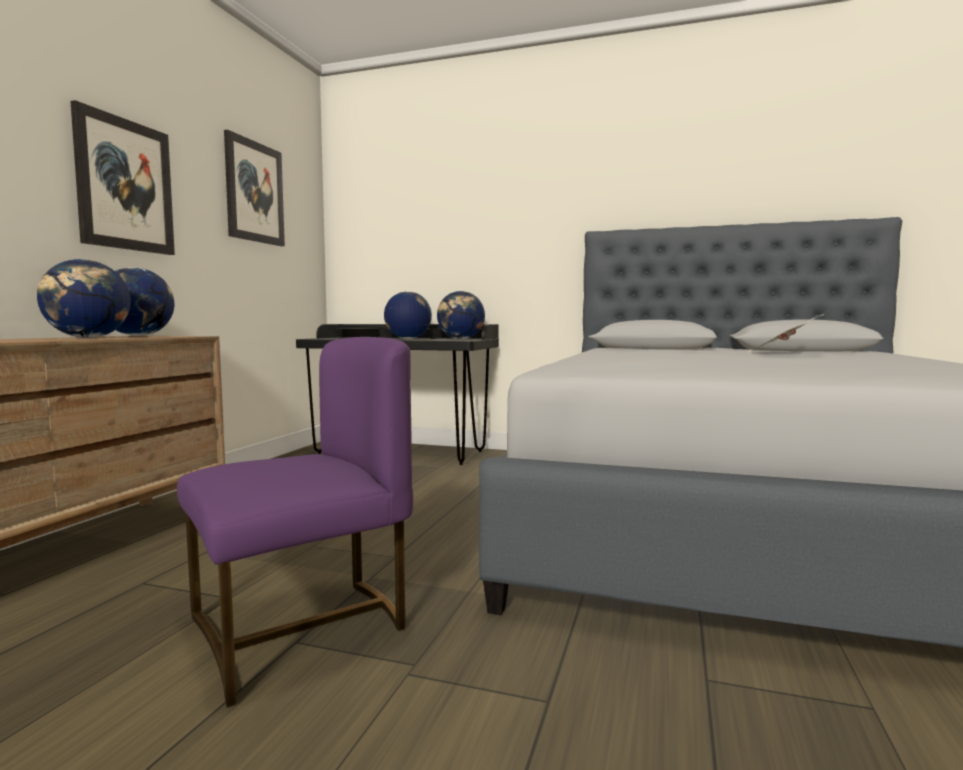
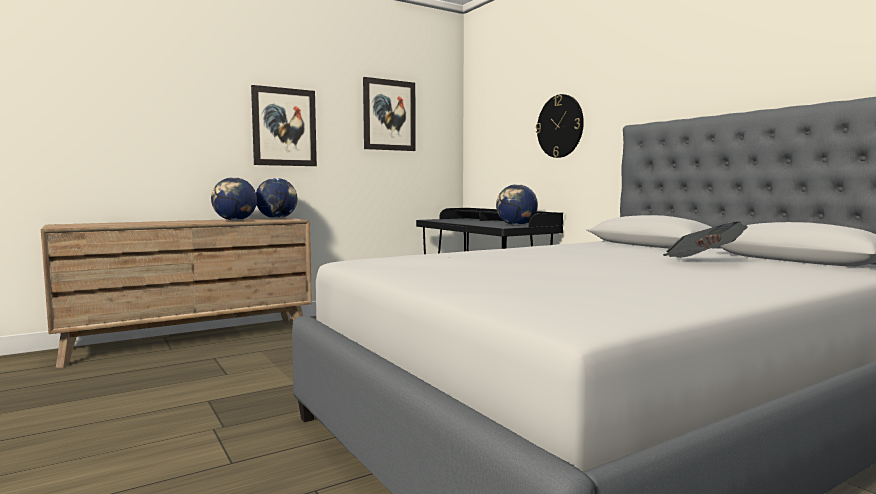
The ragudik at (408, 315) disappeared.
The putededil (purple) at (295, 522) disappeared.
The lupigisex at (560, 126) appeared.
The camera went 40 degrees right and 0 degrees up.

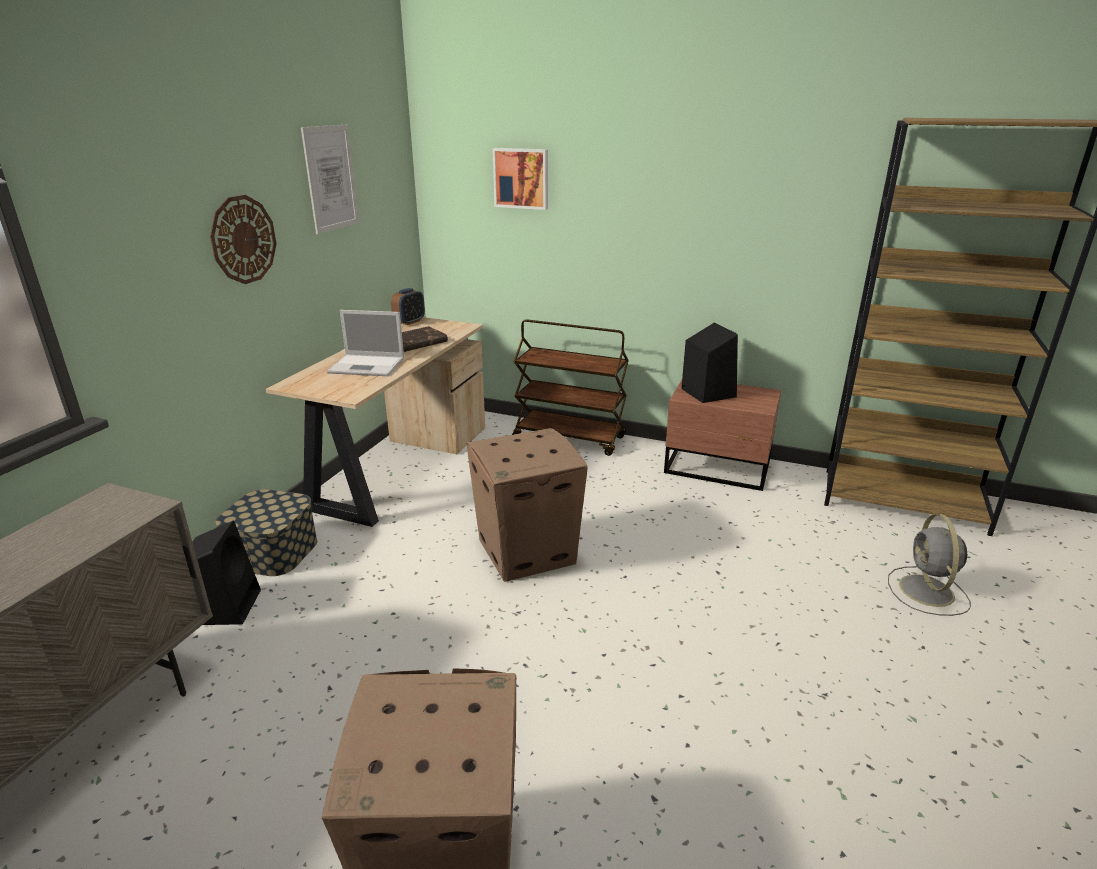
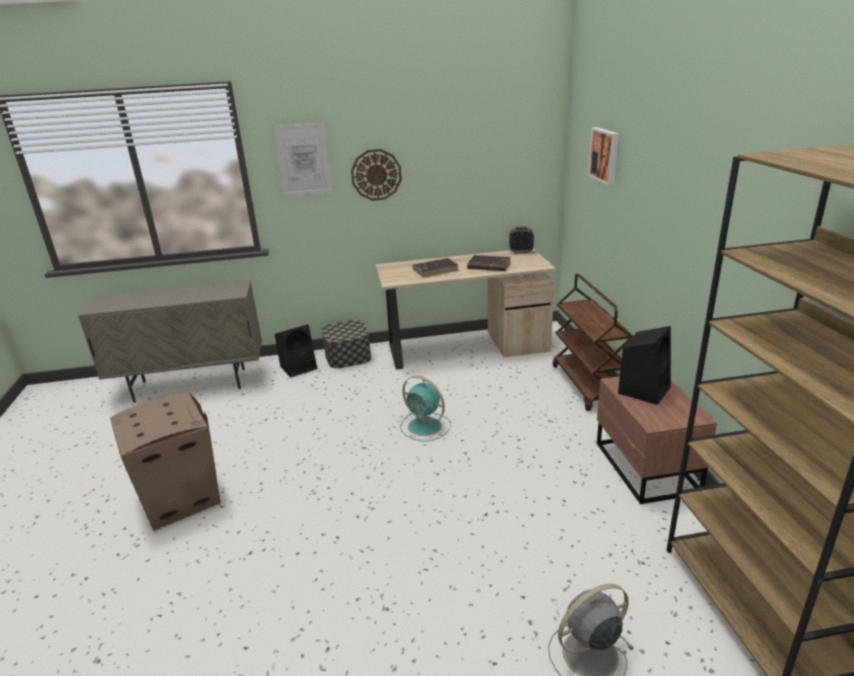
The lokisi moved from (330, 179) to (303, 159).
The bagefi at (365, 343) was replaced by the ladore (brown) at (436, 268).
The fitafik at (527, 505) was replaced by the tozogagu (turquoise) at (425, 408).
The camera went 60 degrees right and 0 degrees up.

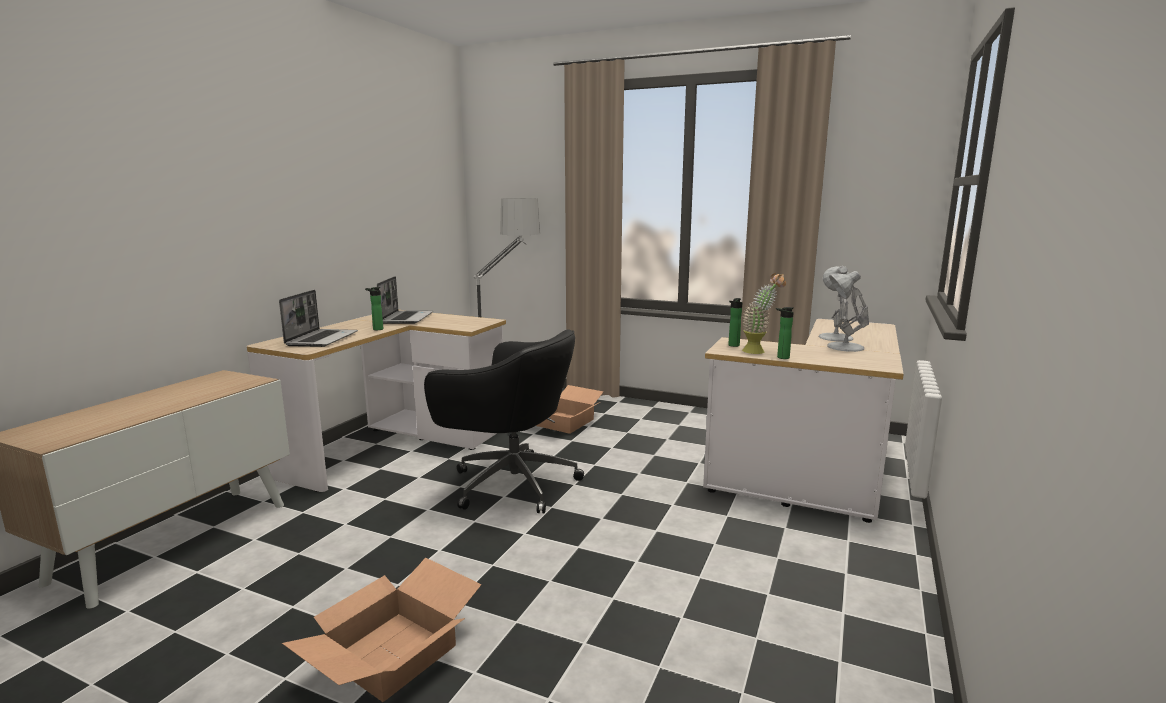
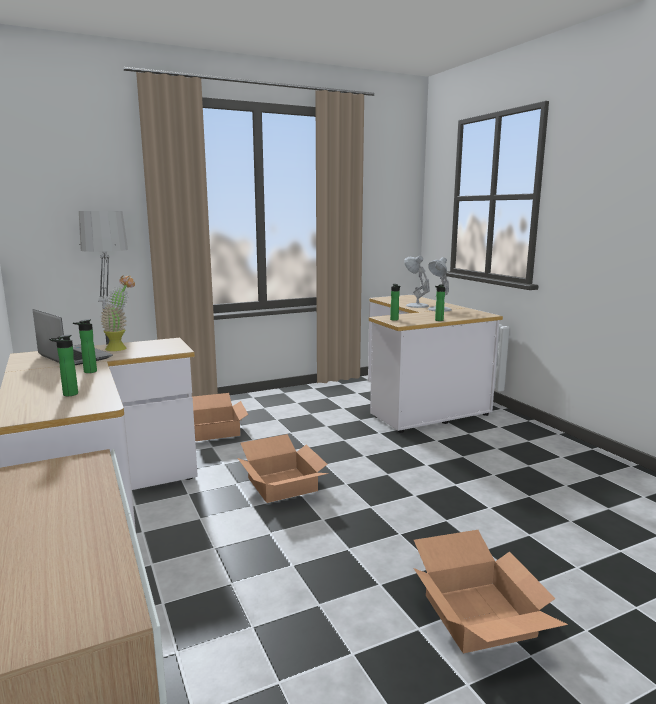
The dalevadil moved from (764, 313) to (118, 313).
The bagefi at (318, 318) was replaced by the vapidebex at (63, 365).
The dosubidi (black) at (504, 421) was replaced by the fitafik at (283, 468).
The camera went 50 degrees left and 0 degrees up.

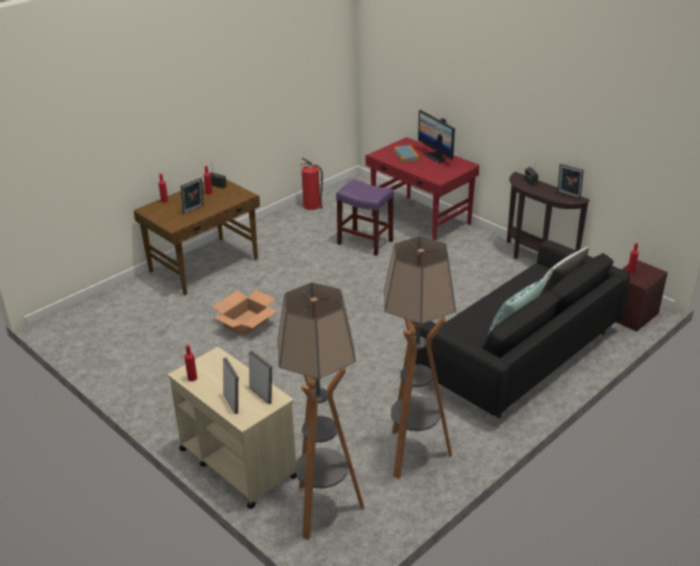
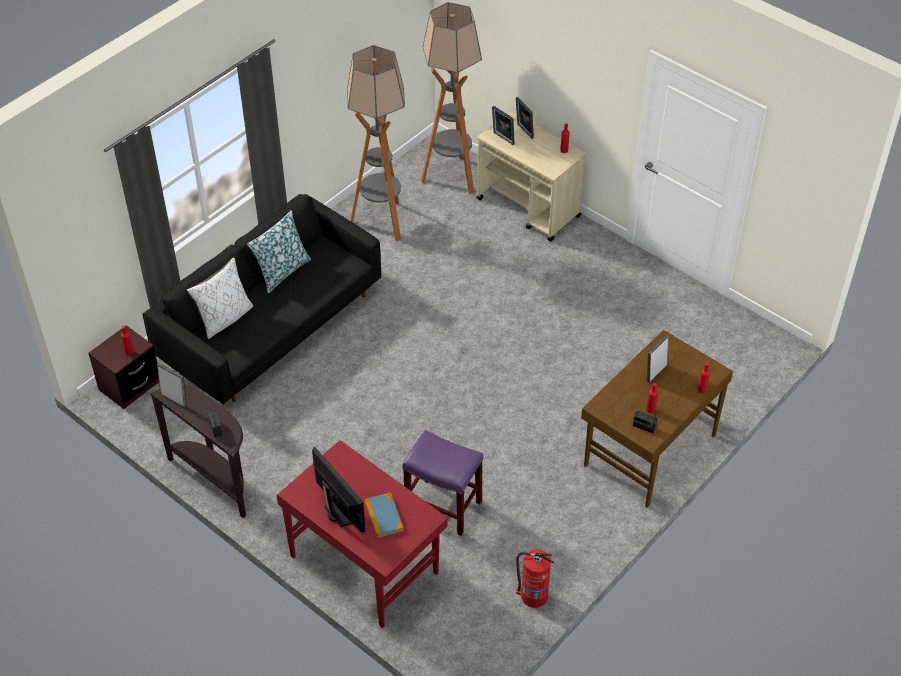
The fitafik at (244, 313) disappeared.
The camera went 175 degrees right and 15 degrees up.

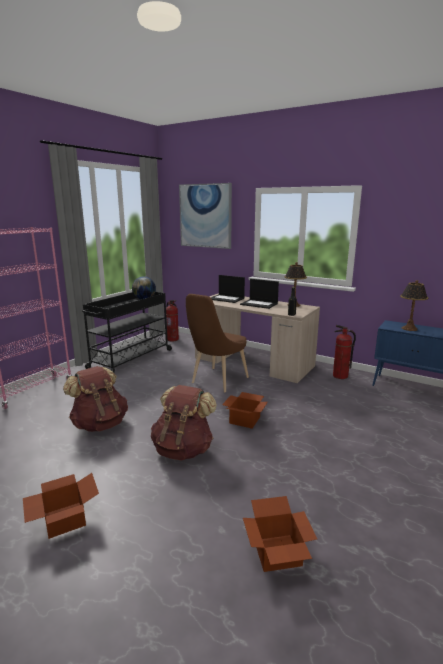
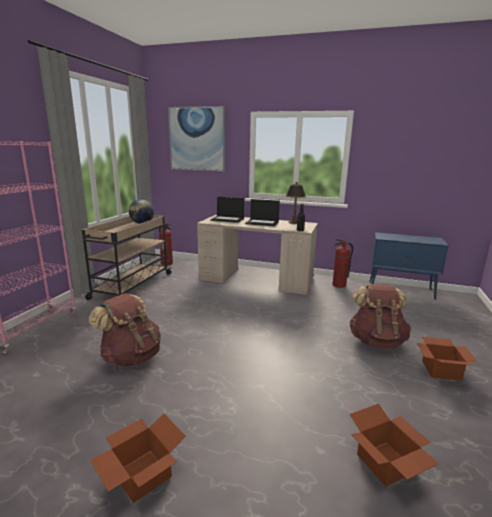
The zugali at (414, 305) disappeared.
The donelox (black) at (127, 332) became the donelox (beige) at (127, 257).
The putededil (brown) at (217, 343) disappeared.
The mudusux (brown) moved from (184, 423) to (380, 316).
The fitafik moved from (245, 410) to (447, 359).
The camera went 15 degrees left and 0 degrees up.

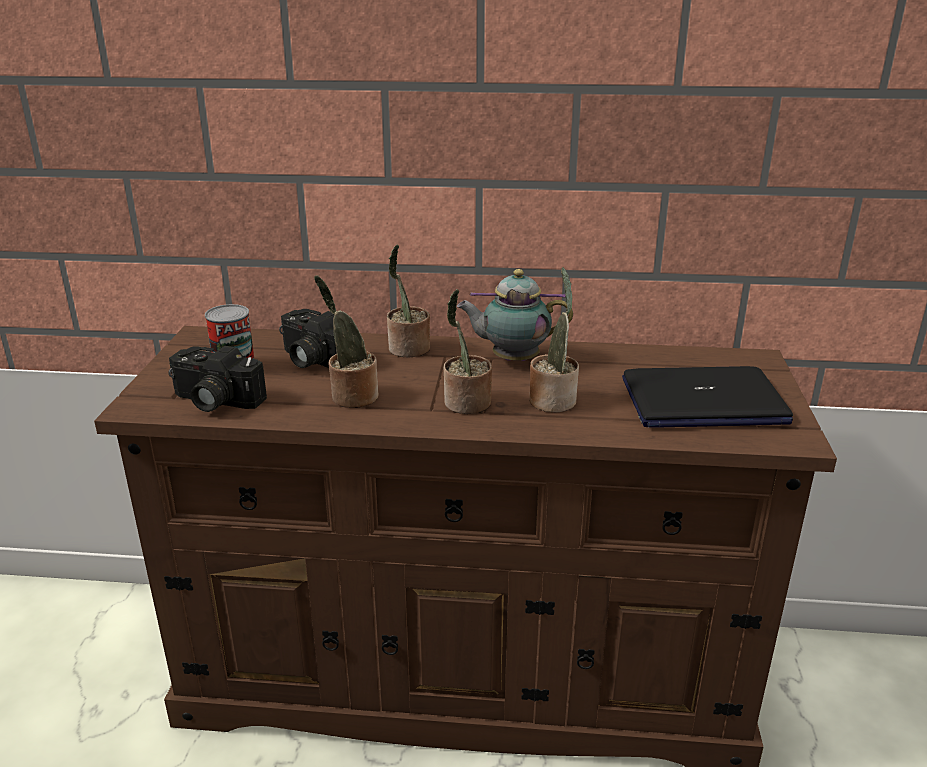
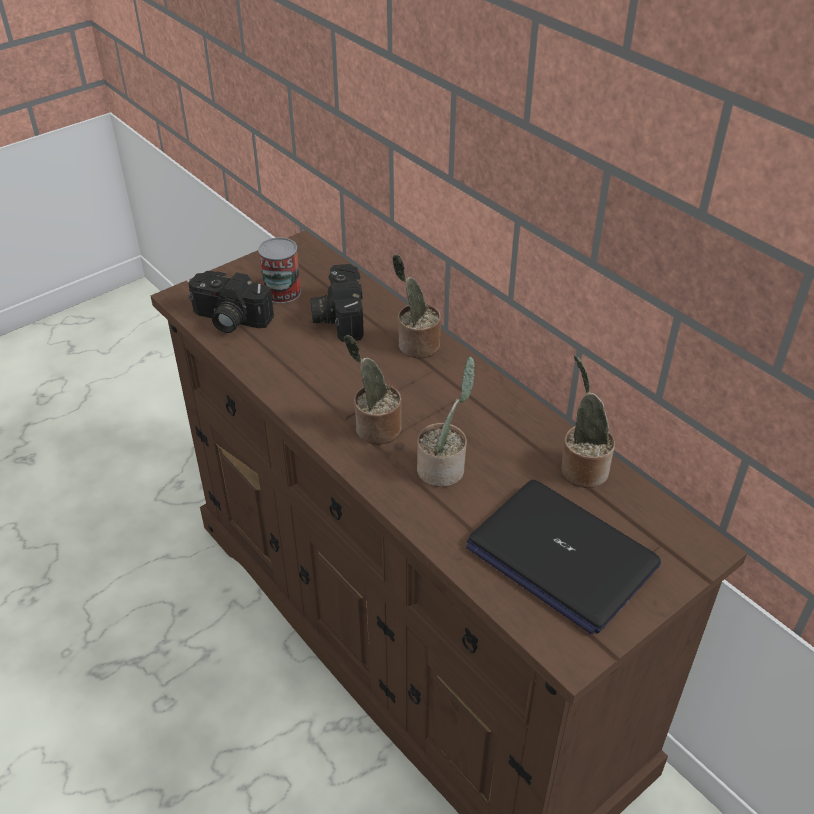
The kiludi at (515, 315) disappeared.
The dalevadil moved from (346, 341) to (588, 421).
The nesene at (218, 379) turned 45 degrees counterclockwise.
The camera went 45 degrees right and 15 degrees up.

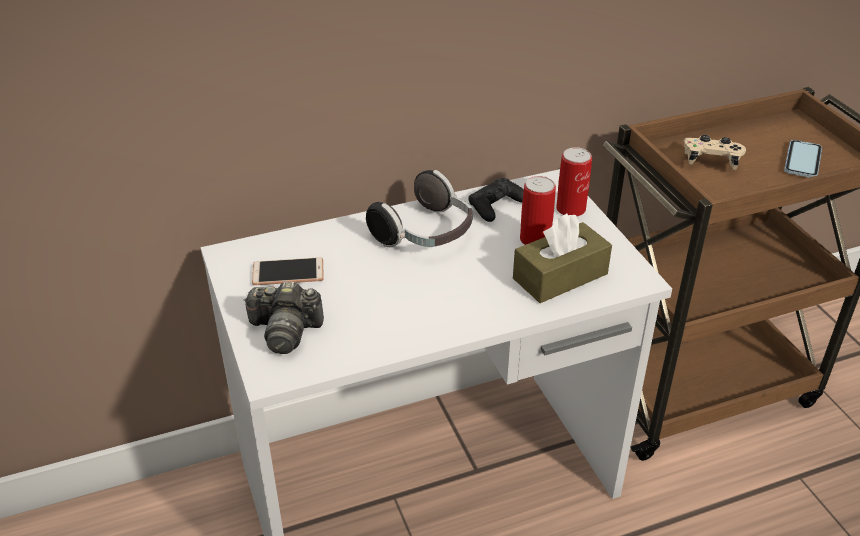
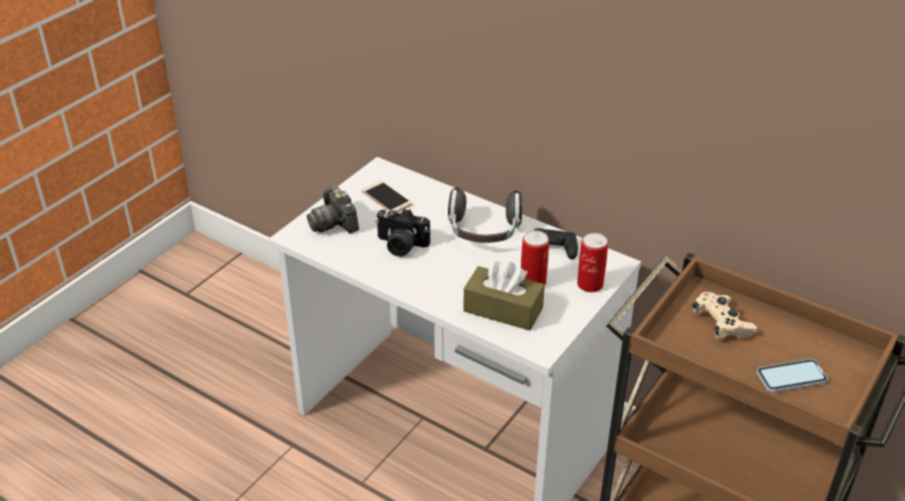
The nesene at (402, 233) appeared.
The camera went 55 degrees right and 0 degrees up.

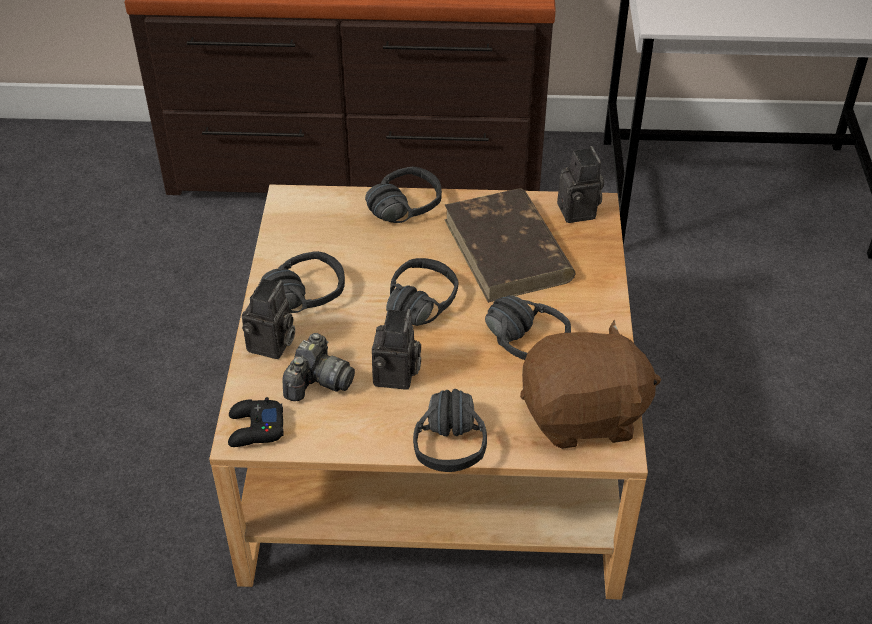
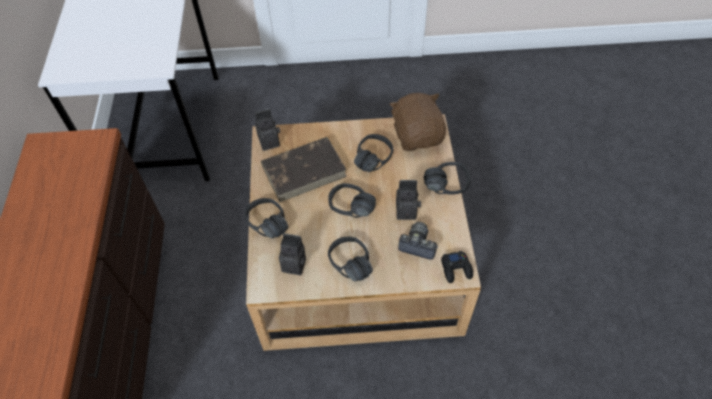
The nesene moved from (268, 319) to (292, 254).
The camera went 95 degrees left and 10 degrees up.

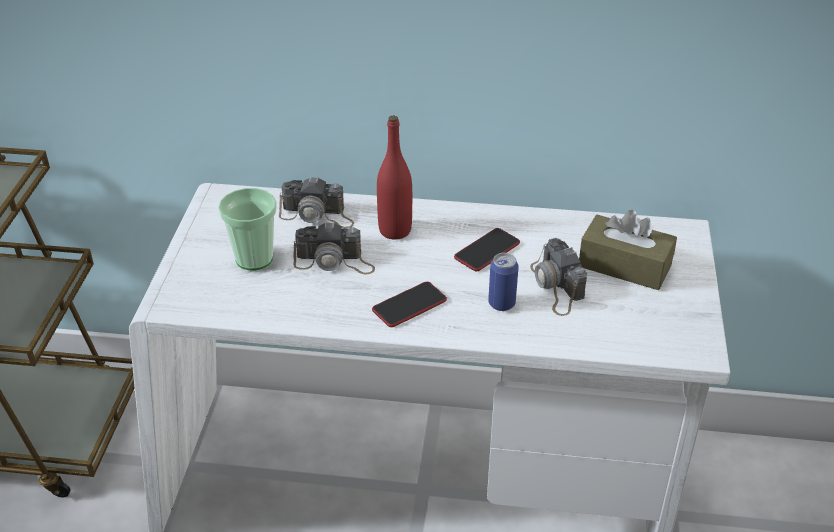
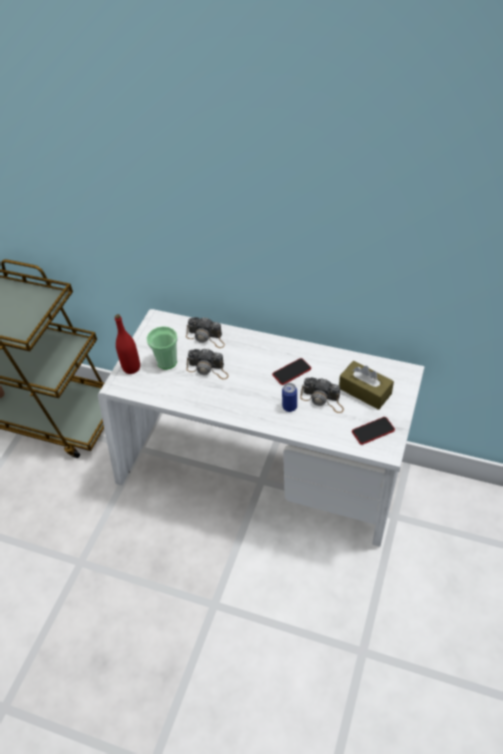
The vapidebex (red) moved from (394, 177) to (127, 344).
The nesene at (558, 277) turned 60 degrees counterclockwise.
The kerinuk moved from (409, 304) to (373, 431).
The camera went 15 degrees right and 10 degrees up.

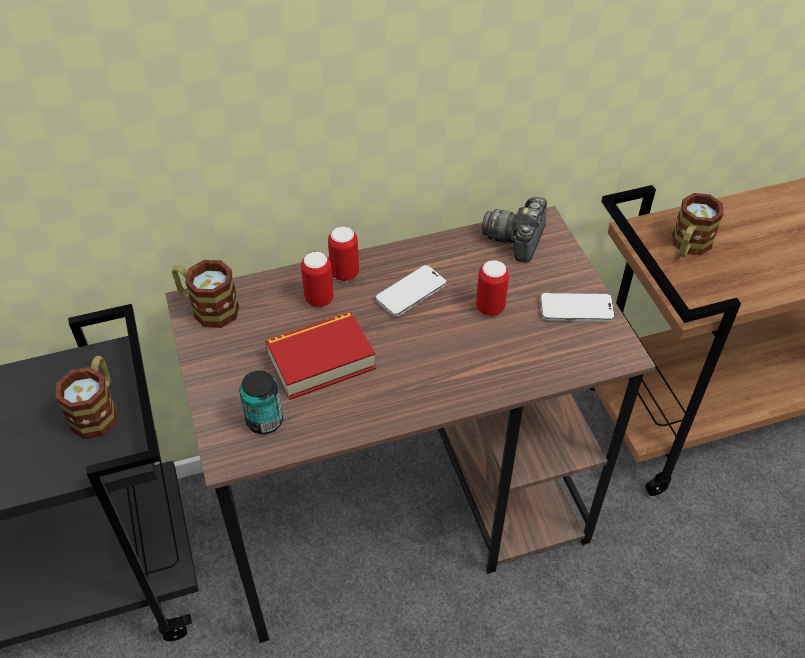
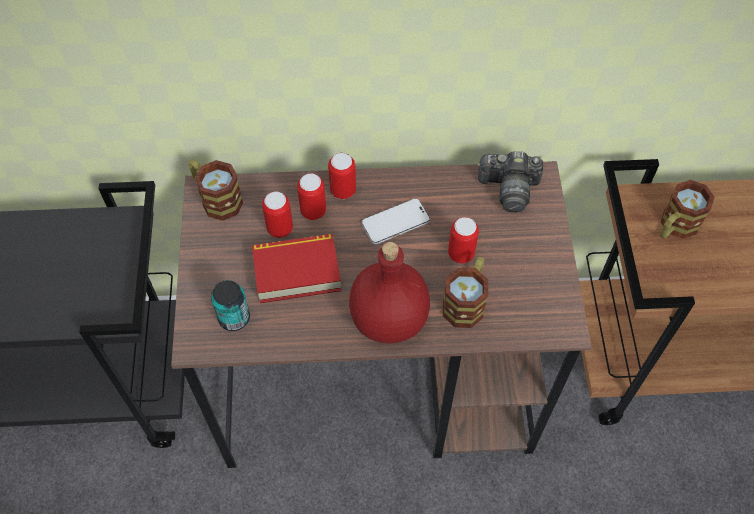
The nesene at (514, 230) turned 120 degrees counterclockwise.
The kerinuk at (577, 307) disappeared.
The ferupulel moved from (86, 398) to (465, 292).
The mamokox at (277, 214) appeared.
The vapidebex (red) at (389, 293) appeared.
The camera went 15 degrees right and 10 degrees up.

